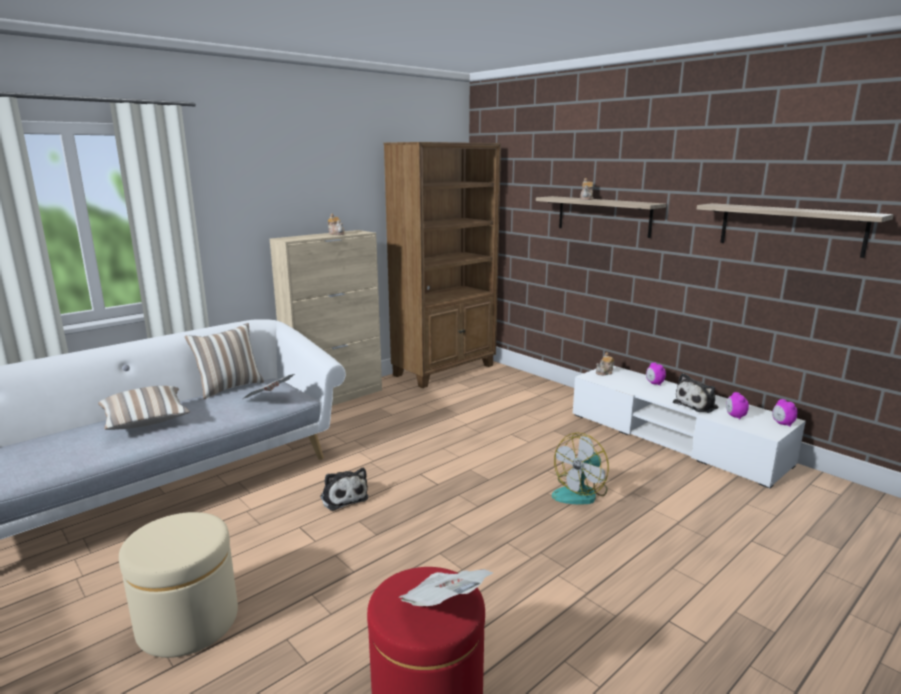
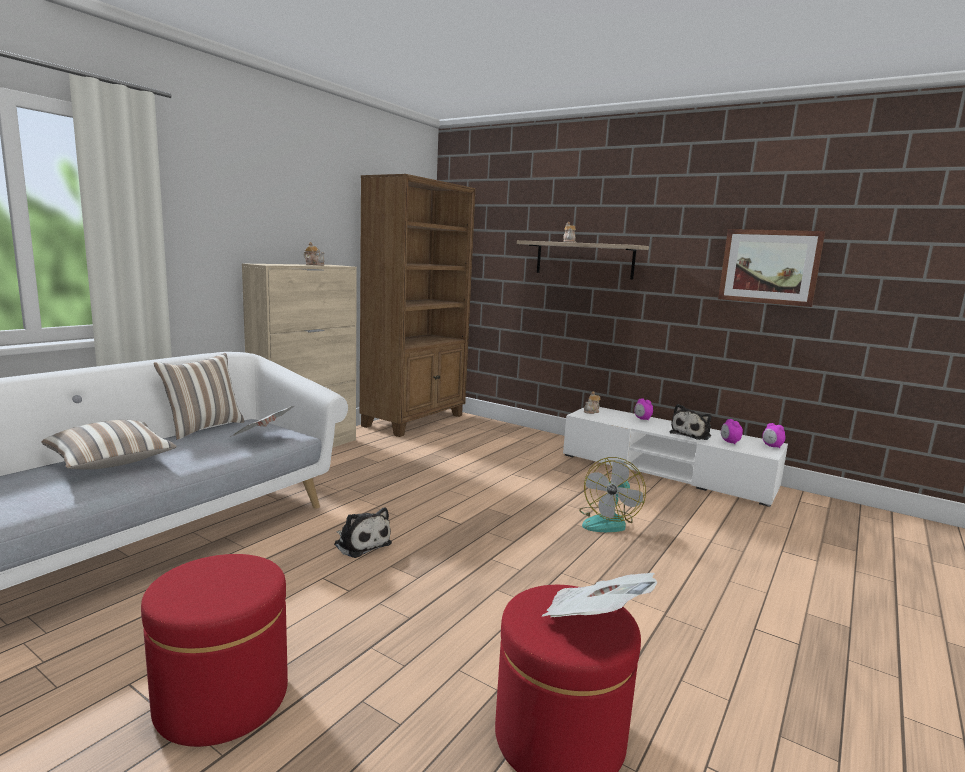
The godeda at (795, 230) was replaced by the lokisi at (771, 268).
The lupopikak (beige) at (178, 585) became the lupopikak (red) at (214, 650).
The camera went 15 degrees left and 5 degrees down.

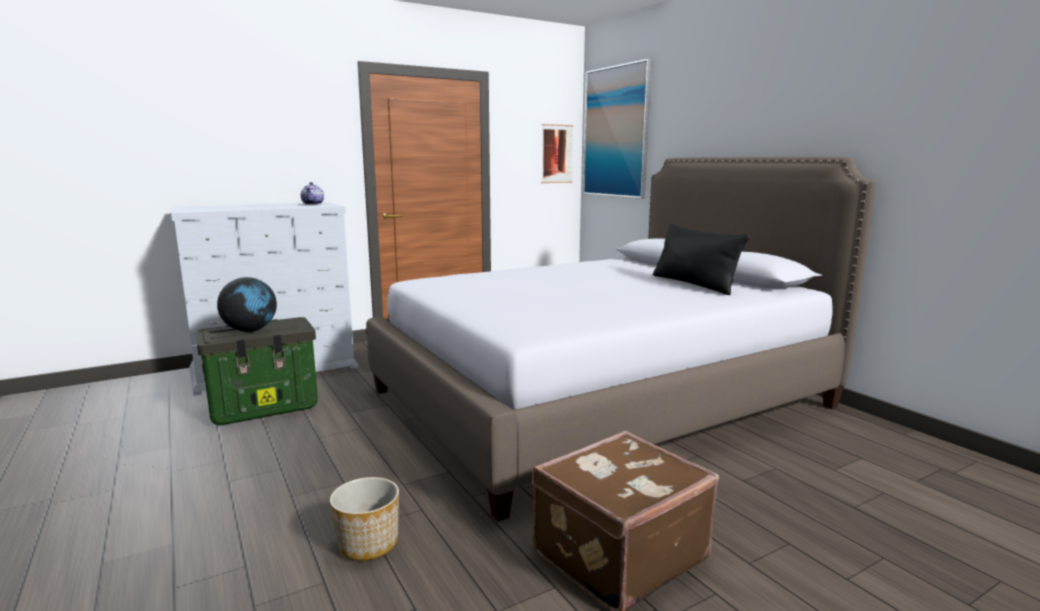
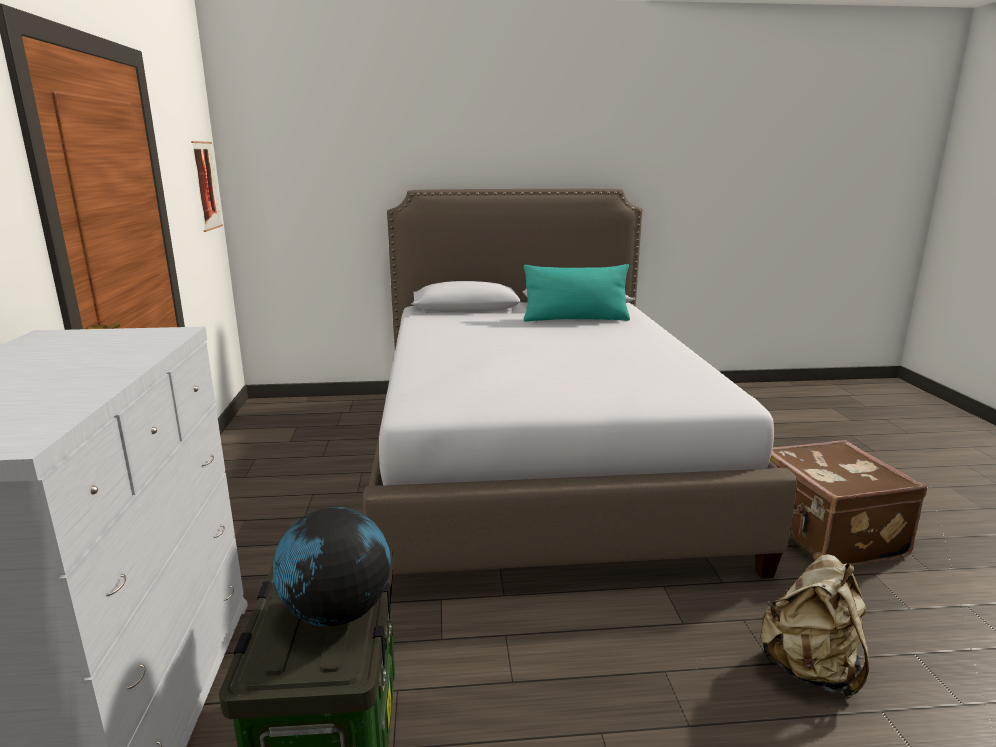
The lokisi at (617, 129) disappeared.
The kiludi at (312, 193) disappeared.
The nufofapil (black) at (701, 259) became the nufofapil (turquoise) at (577, 292).
The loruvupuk at (364, 519) was replaced by the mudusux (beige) at (813, 626).
The camera went 65 degrees left and 5 degrees up.

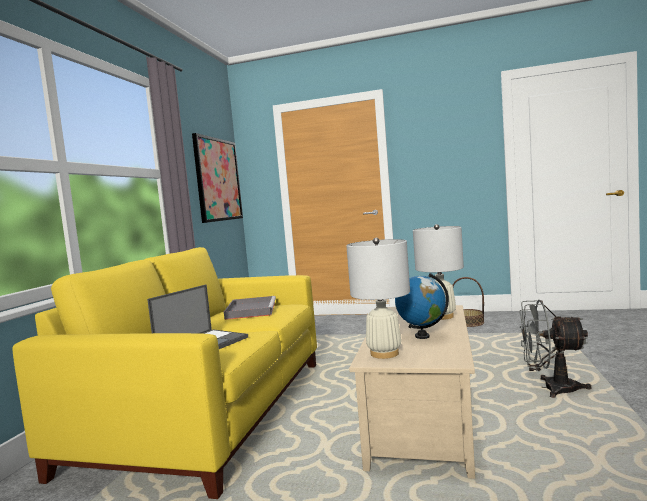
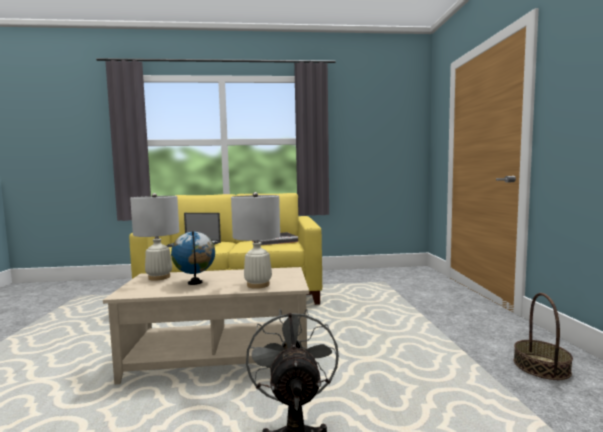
The lokisi at (217, 178) disappeared.
The camera went 70 degrees right and 0 degrees up.

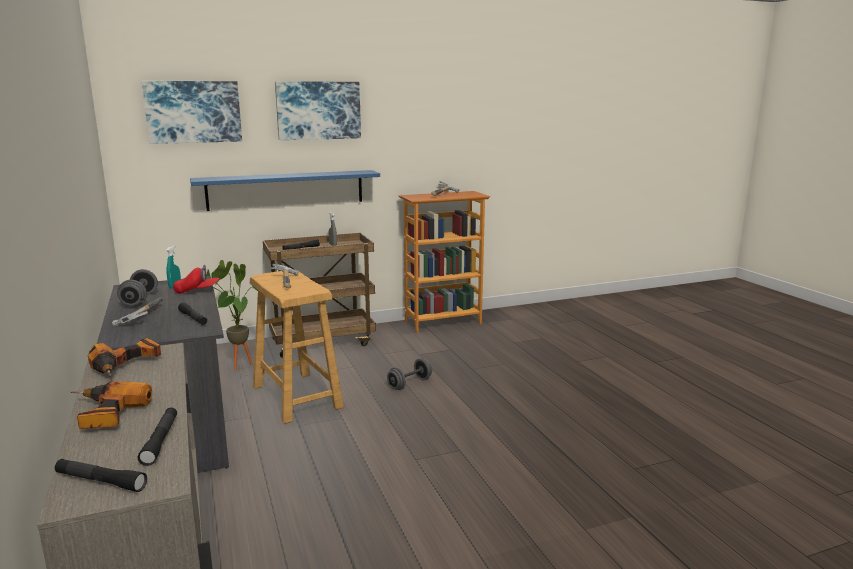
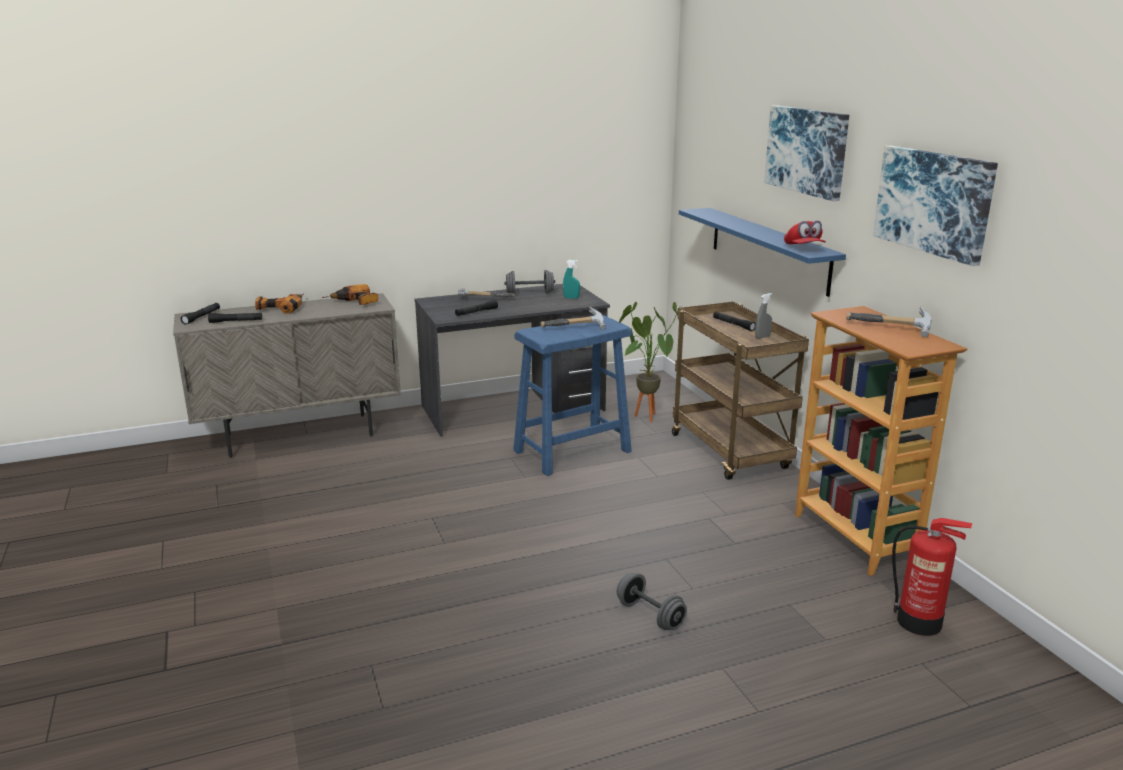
The lokisi moved from (192, 112) to (935, 206).
The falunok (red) moved from (196, 279) to (805, 232).
The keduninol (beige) at (297, 347) became the keduninol (blue) at (572, 395).
The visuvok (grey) moved from (409, 374) to (652, 601).
The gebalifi at (932, 577) appeared.
The camera went 90 degrees right and 5 degrees up.

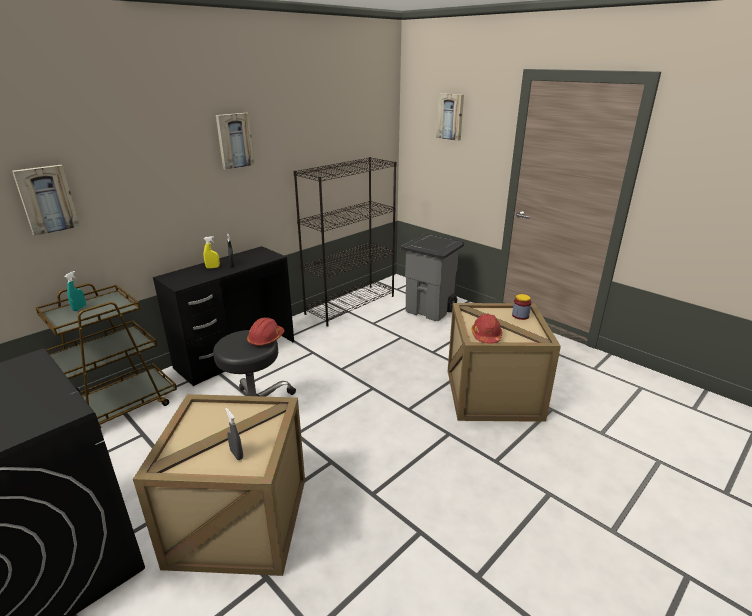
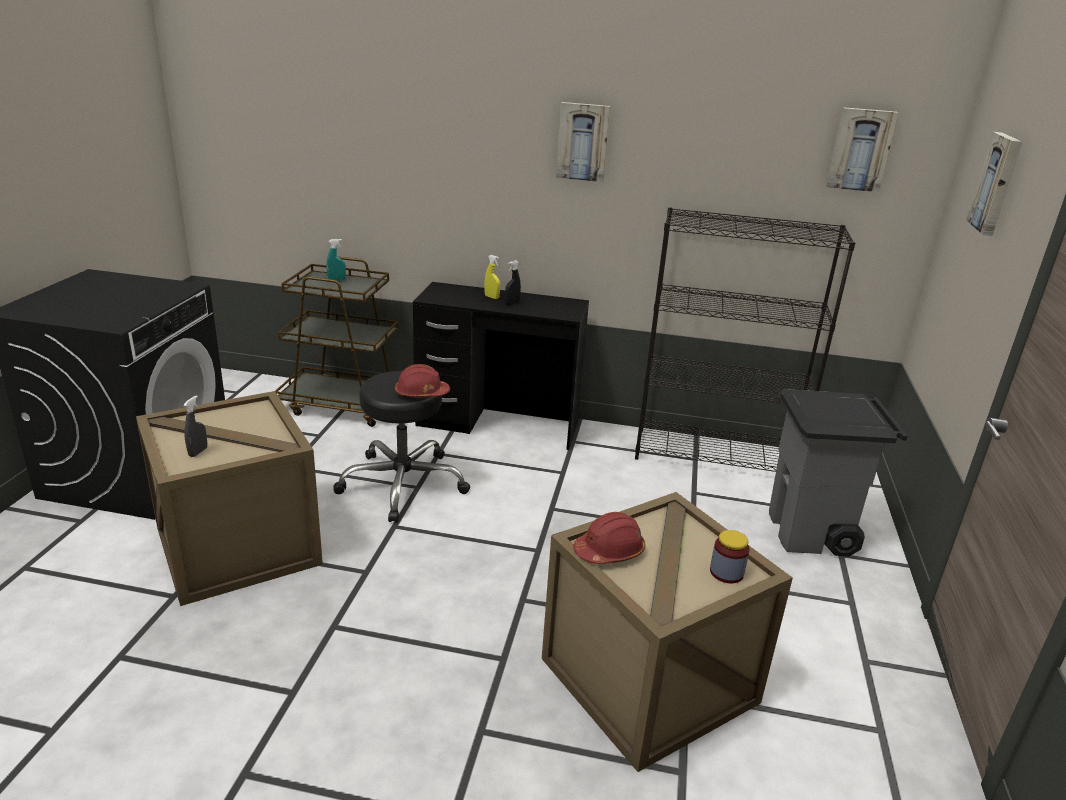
The lokisi moved from (46, 200) to (862, 149).
The camera went 55 degrees right and 0 degrees up.

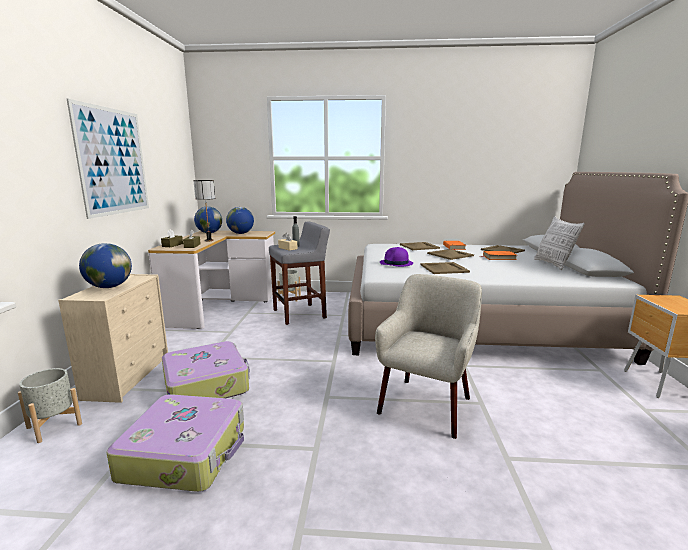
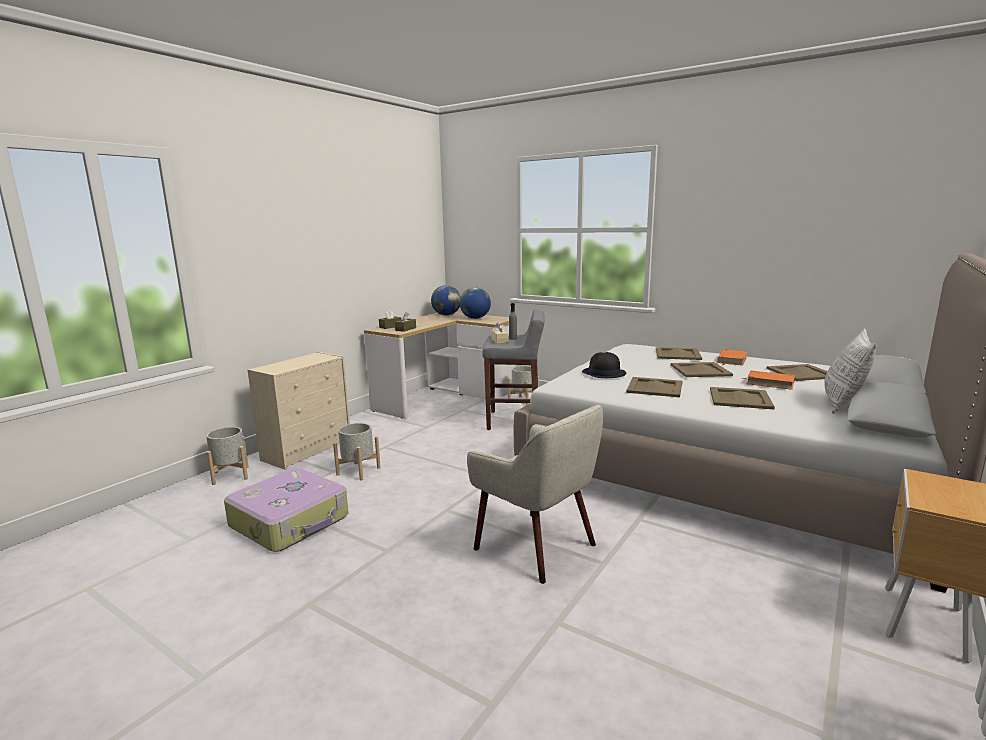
The lokisi at (108, 159) disappeared.
The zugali at (205, 210) disappeared.
The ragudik at (105, 265) disappeared.
The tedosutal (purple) at (396, 257) became the tedosutal (black) at (604, 365).
The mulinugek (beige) at (428, 356) turned 75 degrees clockwise.
The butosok at (206, 369) was replaced by the loruvupuk (grey) at (357, 452).
The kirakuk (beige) at (742, 398) appeared.
The camera went 30 degrees right and 0 degrees up.

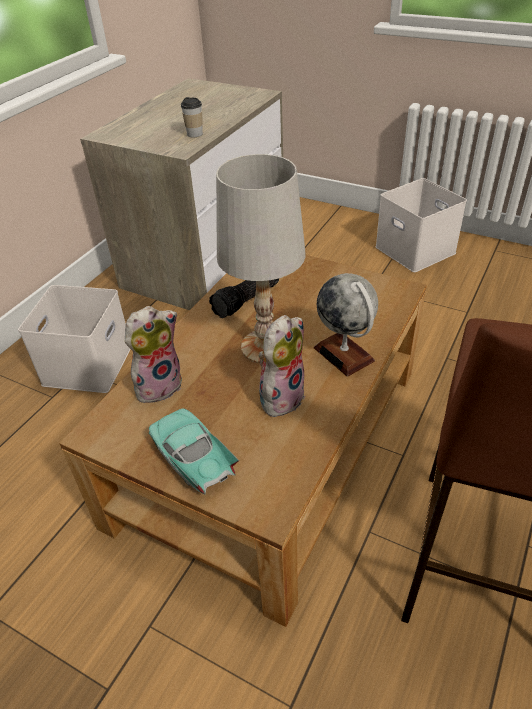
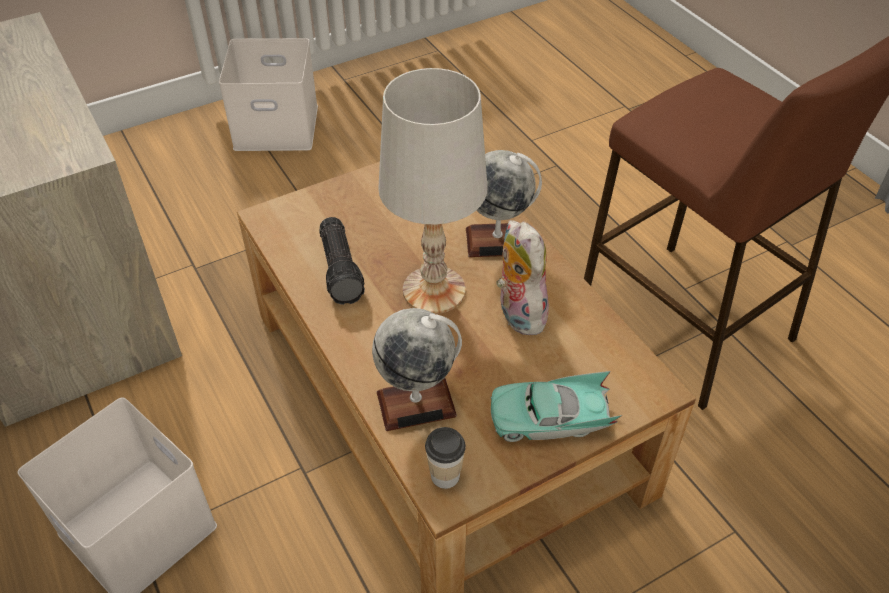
The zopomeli moved from (192, 117) to (445, 458).
The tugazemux at (153, 354) was replaced by the ragudik at (417, 369).
The camera went 60 degrees left and 5 degrees up.

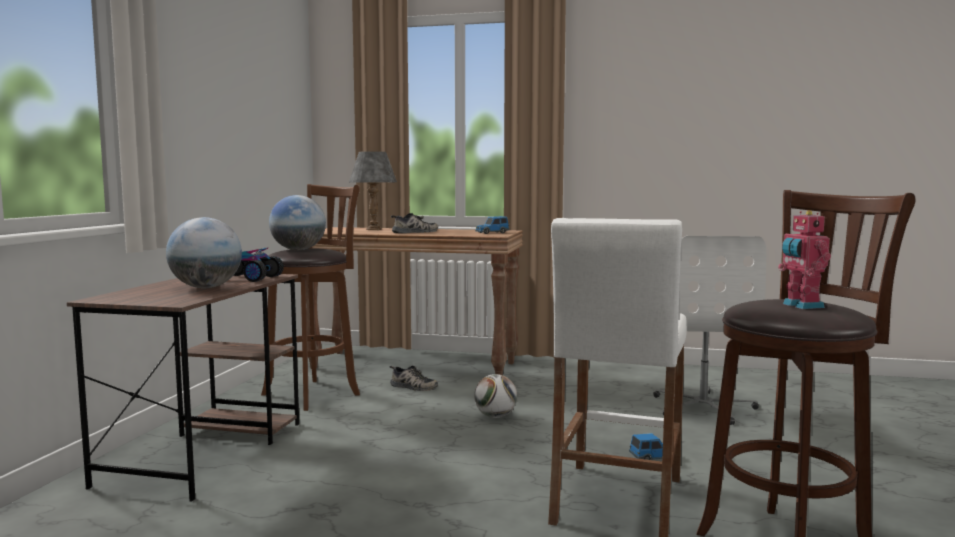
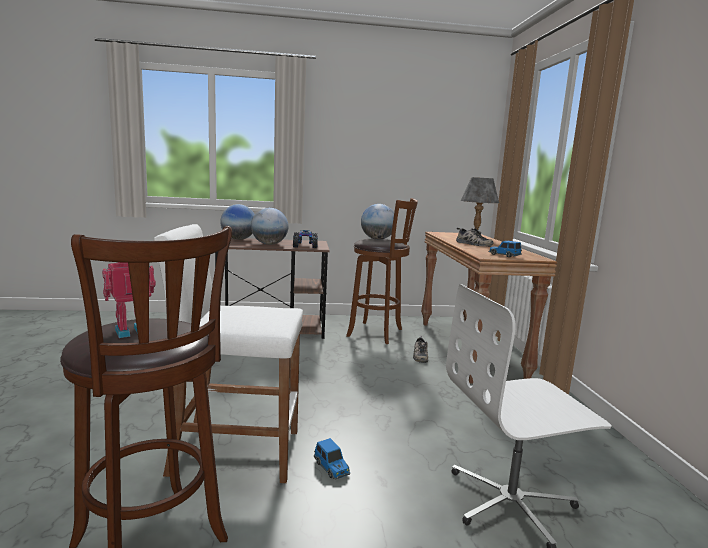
The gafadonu at (495, 396) disappeared.
The ragudik at (237, 222) appeared.
The camera went 70 degrees right and 5 degrees up.

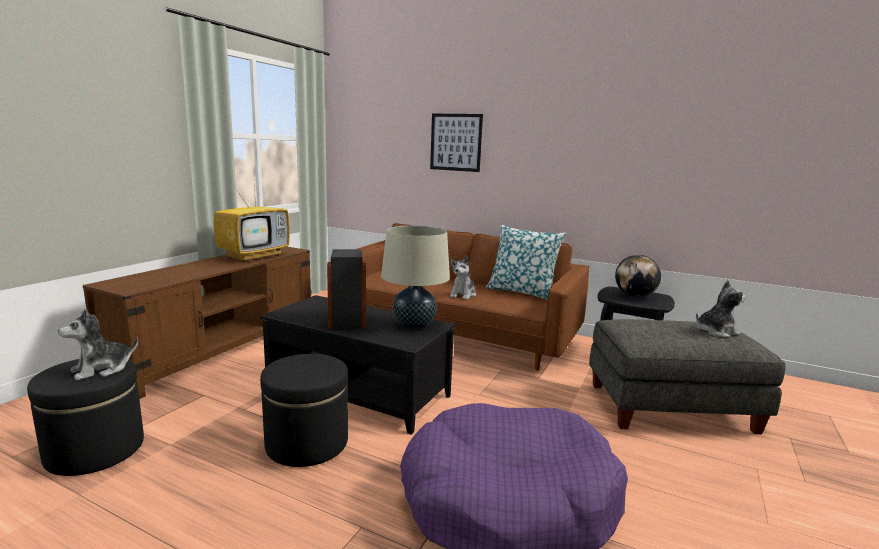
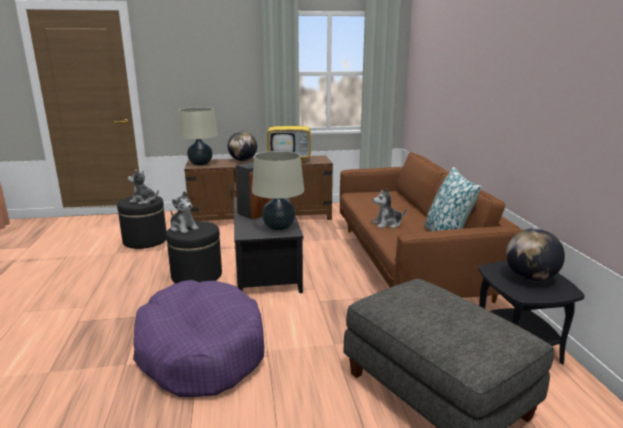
The lokisi at (456, 143) disappeared.
The tugazemux moved from (721, 309) to (184, 212).
The zugali (beige) at (198, 136) appeared.
The ragudik at (242, 146) appeared.
The camera went 55 degrees right and 5 degrees up.

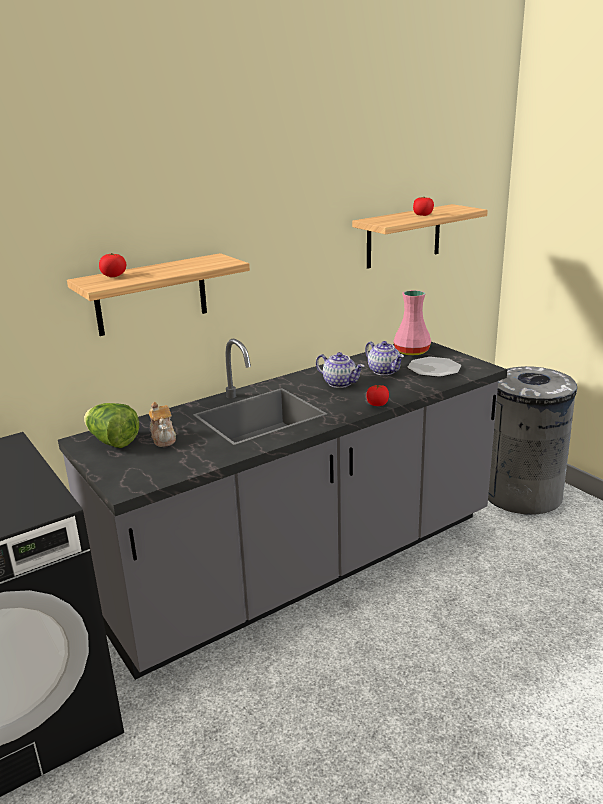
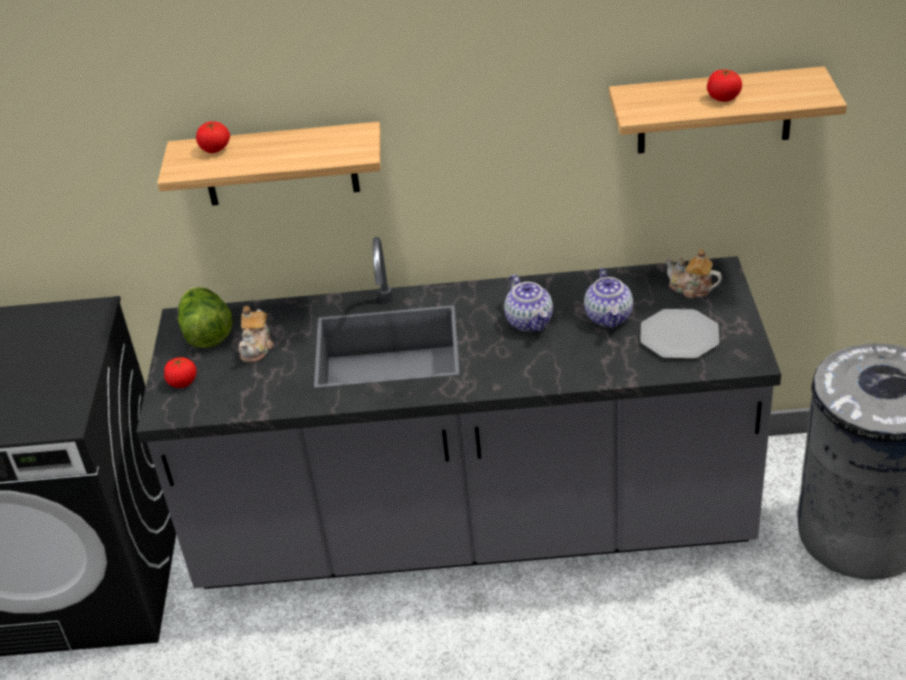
The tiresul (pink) at (412, 322) was replaced by the kiludi at (693, 273).
The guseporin moved from (378, 395) to (180, 372).
The camera went 35 degrees right and 15 degrees up.

